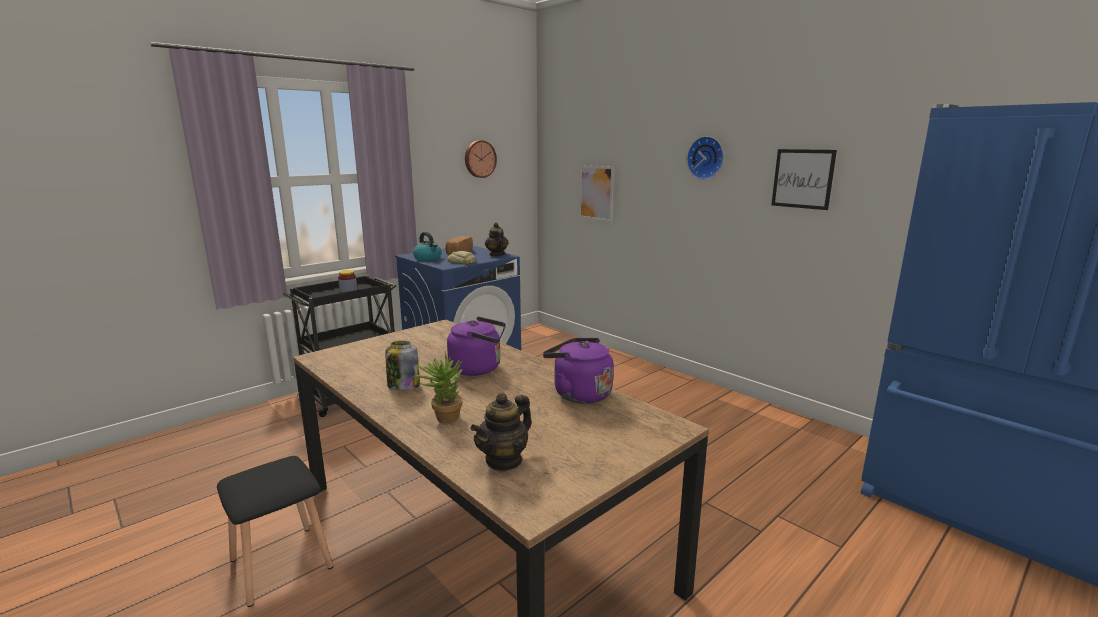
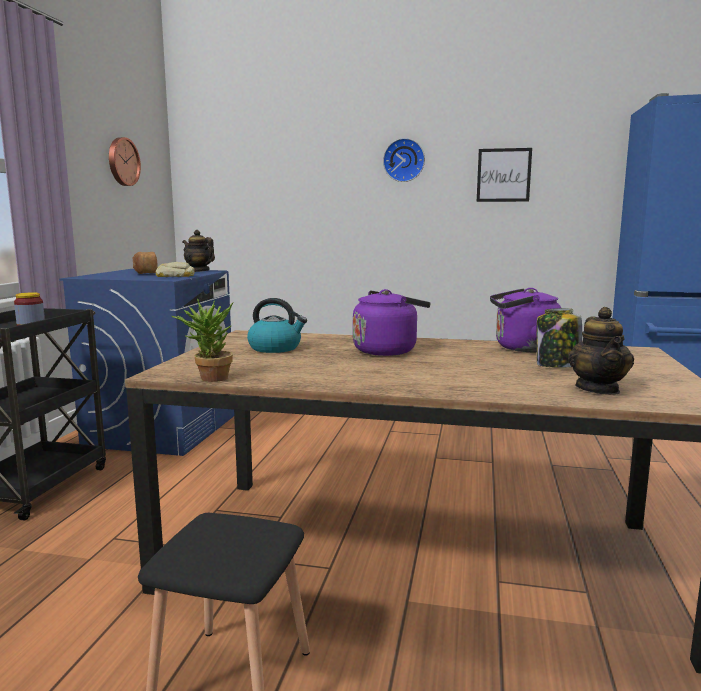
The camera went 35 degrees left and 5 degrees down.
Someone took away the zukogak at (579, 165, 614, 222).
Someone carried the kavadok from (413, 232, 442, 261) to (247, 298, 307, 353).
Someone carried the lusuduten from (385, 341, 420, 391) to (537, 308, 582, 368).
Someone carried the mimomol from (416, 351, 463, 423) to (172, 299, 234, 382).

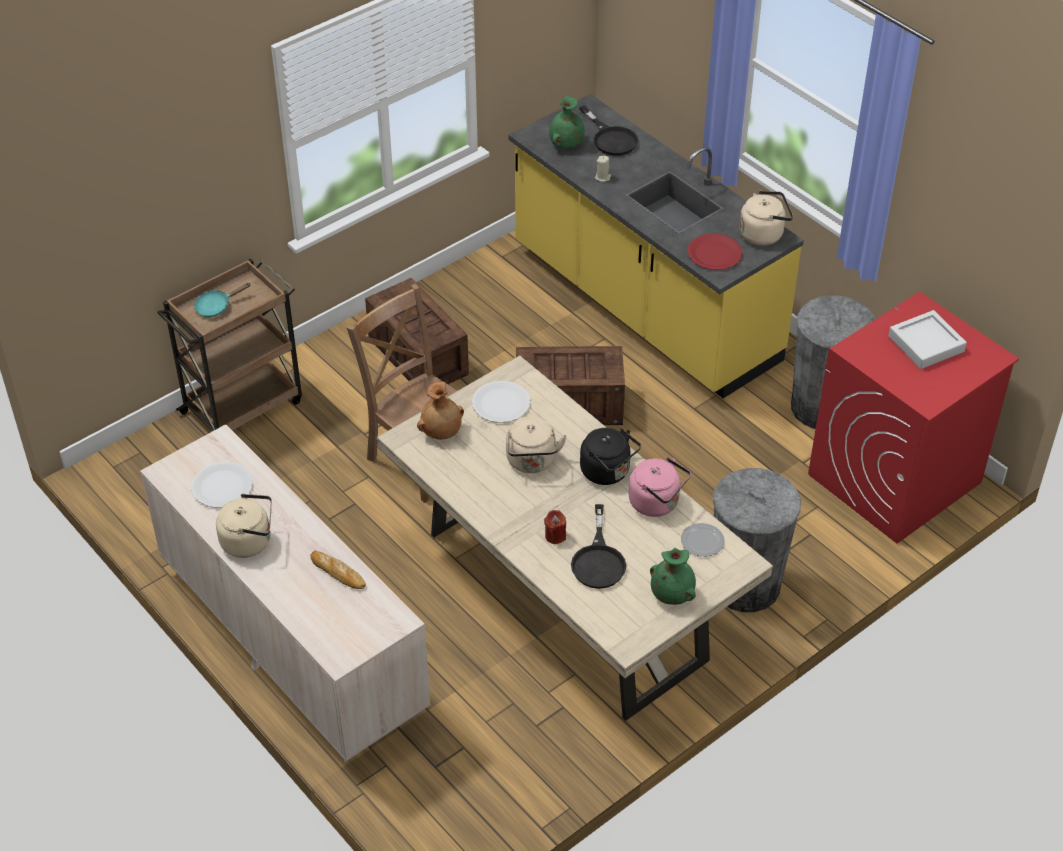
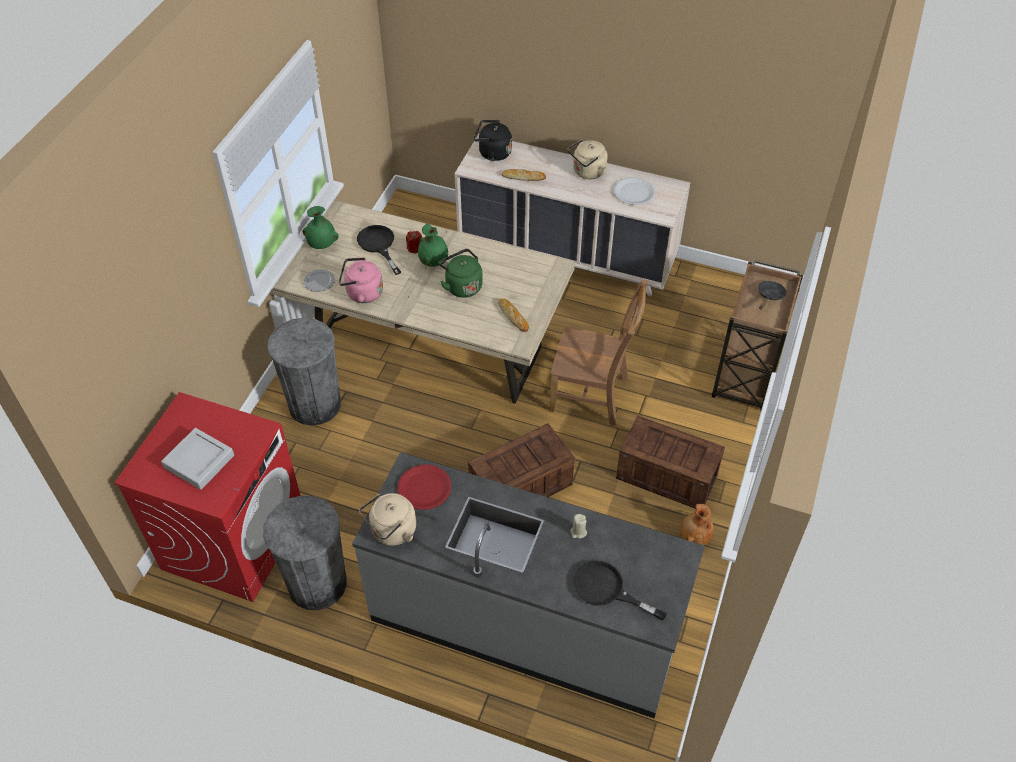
The camera went 150 degrees right and 5 degrees up.
Someone repainted the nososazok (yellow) at (508, 94, 804, 398), which became the nososazok (grey) at (352, 452, 705, 718).
Someone carried the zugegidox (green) from (549, 96, 585, 148) to (418, 224, 448, 267).
Someone repainted the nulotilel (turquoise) at (194, 283, 250, 317), which became the nulotilel (black) at (758, 281, 787, 310).
Someone carried the zugegidox (brown) from (417, 381, 464, 440) to (680, 504, 714, 545).
Someone swapped the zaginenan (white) at (472, 381, 531, 423) for the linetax at (499, 299, 529, 332).
Someone repainted the kavadok (beige) at (506, 416, 567, 473), which became the kavadok (green) at (439, 249, 483, 298).
Someone carried the kavadok (black) from (580, 428, 641, 485) to (474, 120, 512, 161).

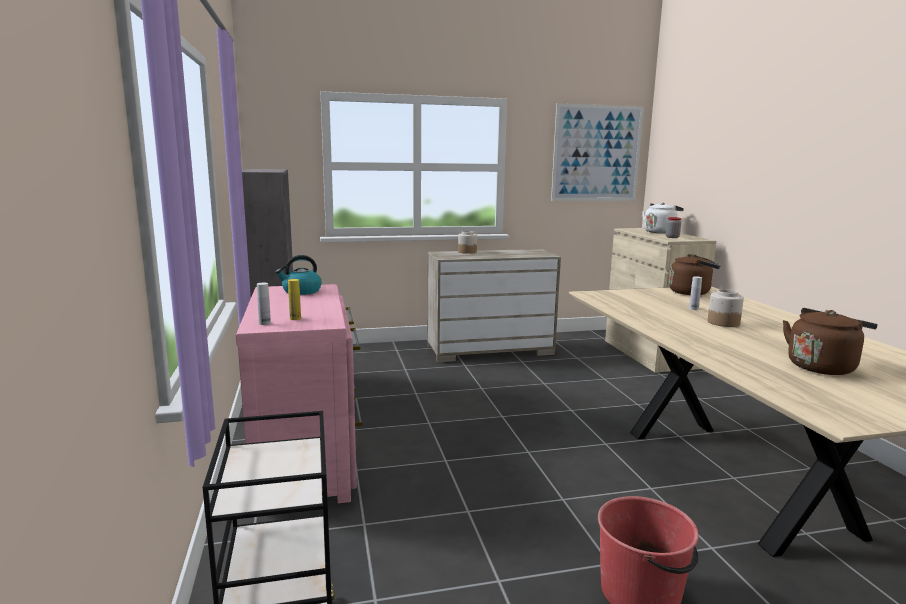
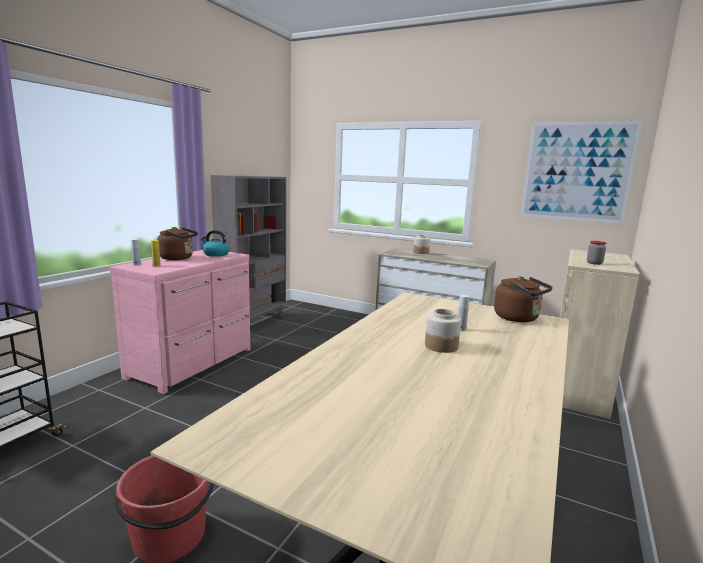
The camera went 40 degrees right and 0 degrees up.
Someone took away the kavadok (white) at (642, 202, 684, 233).
Someone carried the kavadok (brown) from (783, 308, 878, 375) to (157, 227, 198, 260).

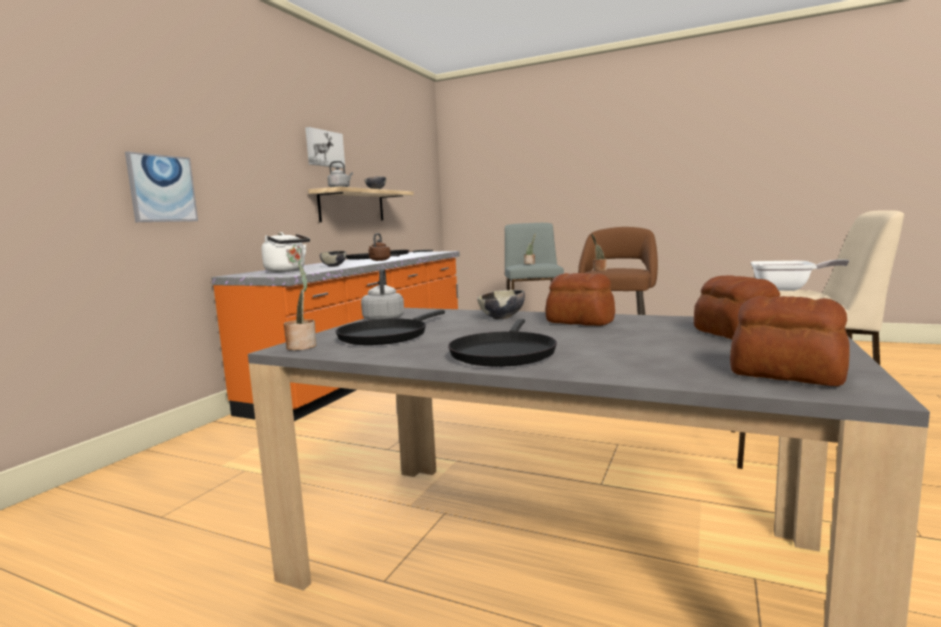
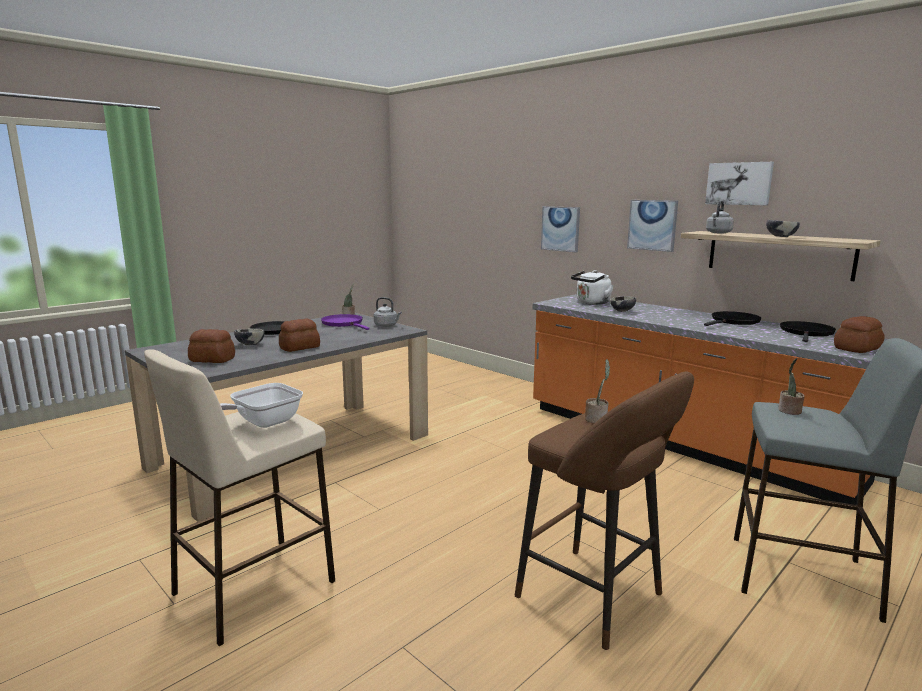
The camera went 110 degrees right and 5 degrees up.
Someone took away the kavadok (brown) at (369, 233, 391, 261).
Someone carried the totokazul from (477, 290, 525, 320) to (234, 329, 265, 346).
Someone carried the linetax from (730, 296, 850, 386) to (834, 316, 885, 353).
Someone repainted the nulotilel (black) at (336, 310, 445, 345), which became the nulotilel (purple) at (321, 314, 370, 330).
Someone put up the zukogak at (627, 200, 678, 252).

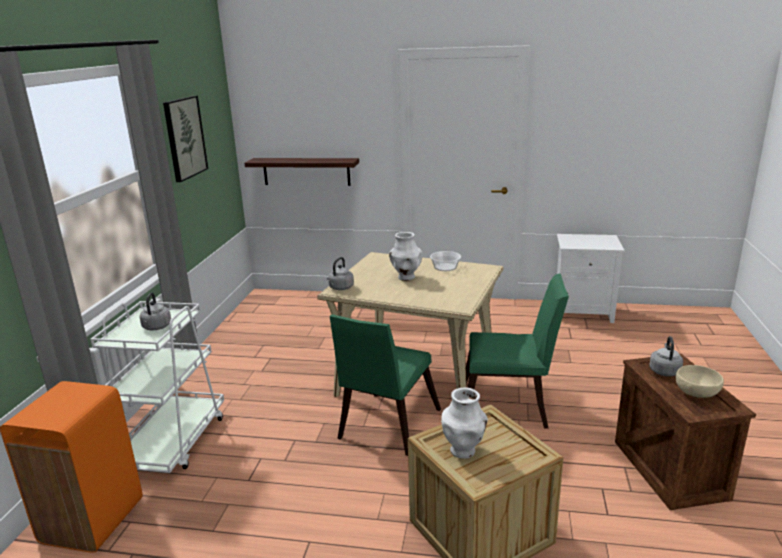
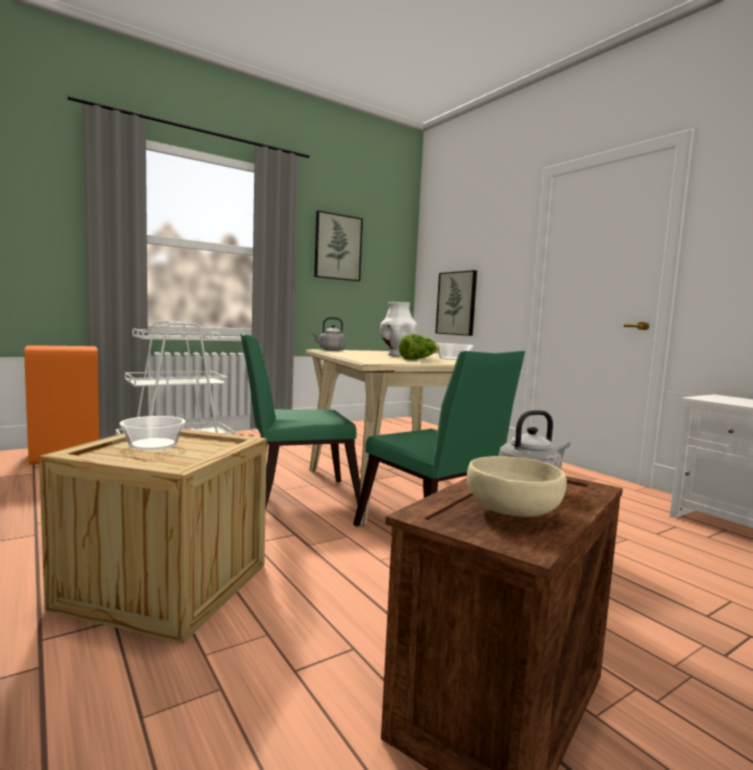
The camera went 45 degrees right and 15 degrees down.
Someone swapped the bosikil at (244, 158, 359, 186) for the zukogak at (435, 270, 477, 336).
Someone took away the kavadok (grey) at (140, 292, 171, 330).
Someone swapped the zugegidox (white) at (441, 387, 488, 459) for the totokazul at (120, 416, 186, 450).
Someone put down the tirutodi at (398, 334, 440, 360).

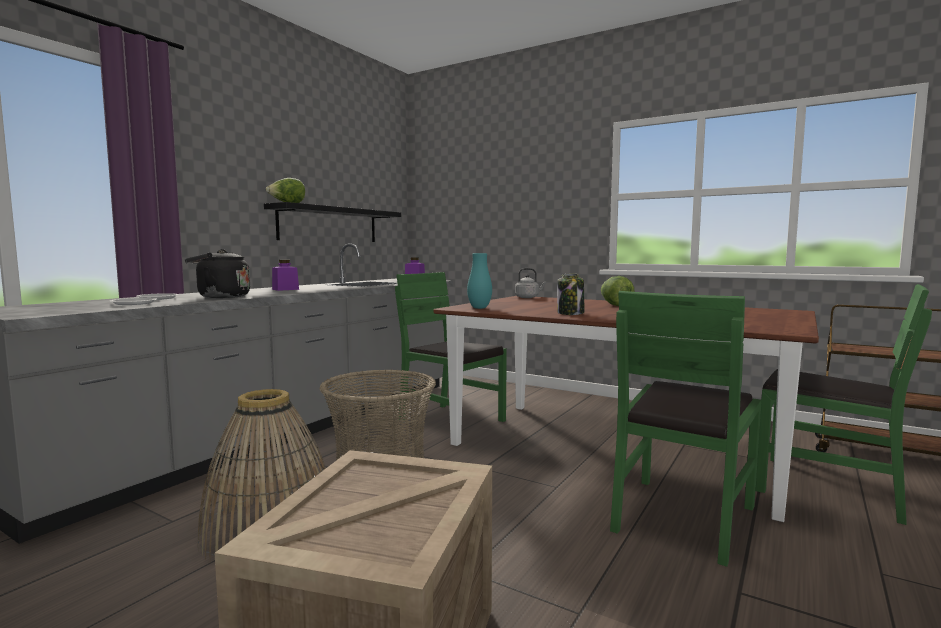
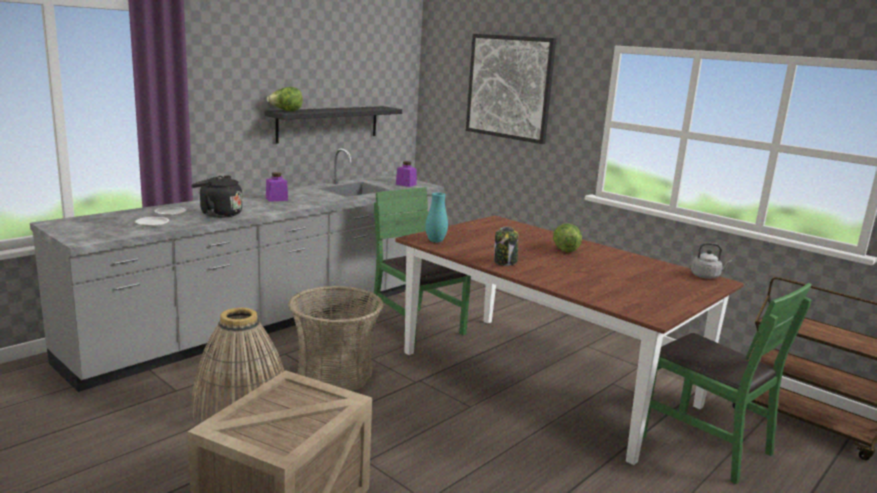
The camera went 10 degrees right and 10 degrees up.
Someone carried the kavadok (grey) from (515, 268, 546, 298) to (691, 243, 732, 279).
Someone took away the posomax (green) at (610, 291, 762, 567).
Someone put up the zukogak at (466, 34, 556, 144).

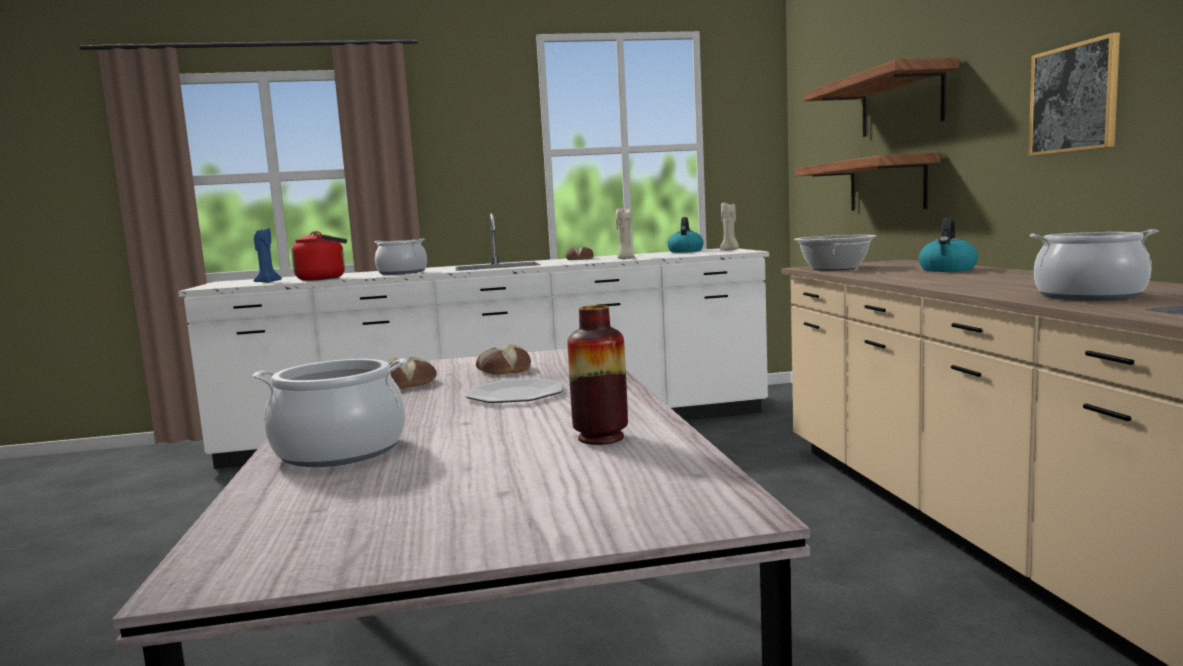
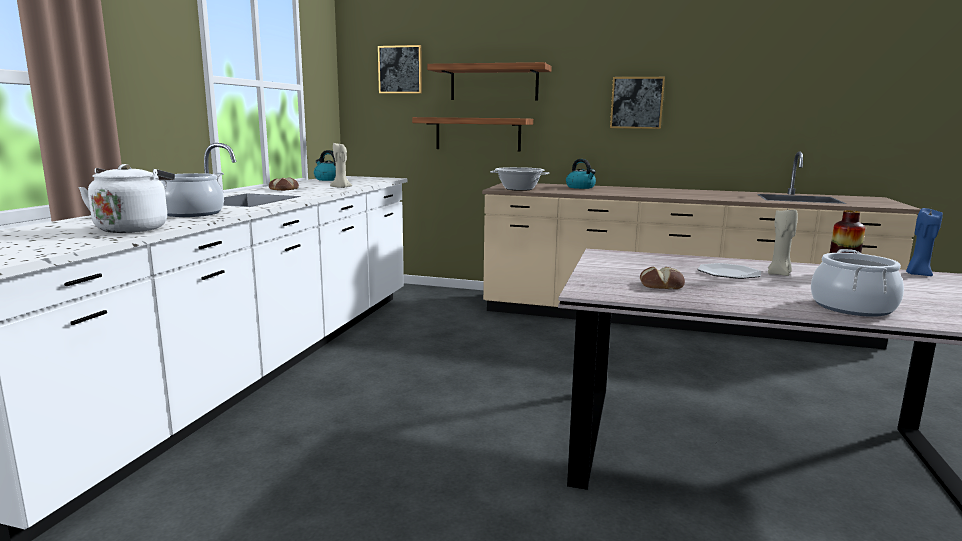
The camera went 65 degrees left and 5 degrees up.
Someone carried the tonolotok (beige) from (720, 202, 739, 250) to (768, 208, 798, 276).
Someone carried the tonolotok (blue) from (253, 228, 282, 283) to (906, 208, 943, 276).
Someone took away the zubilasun at (1030, 229, 1159, 301).
Someone repainted the kavadok (red) at (292, 231, 347, 281), which became the kavadok (white) at (79, 164, 175, 233).
Someone took away the linetax at (476, 344, 531, 375).
Someone put up the zukogak at (378, 45, 422, 94).

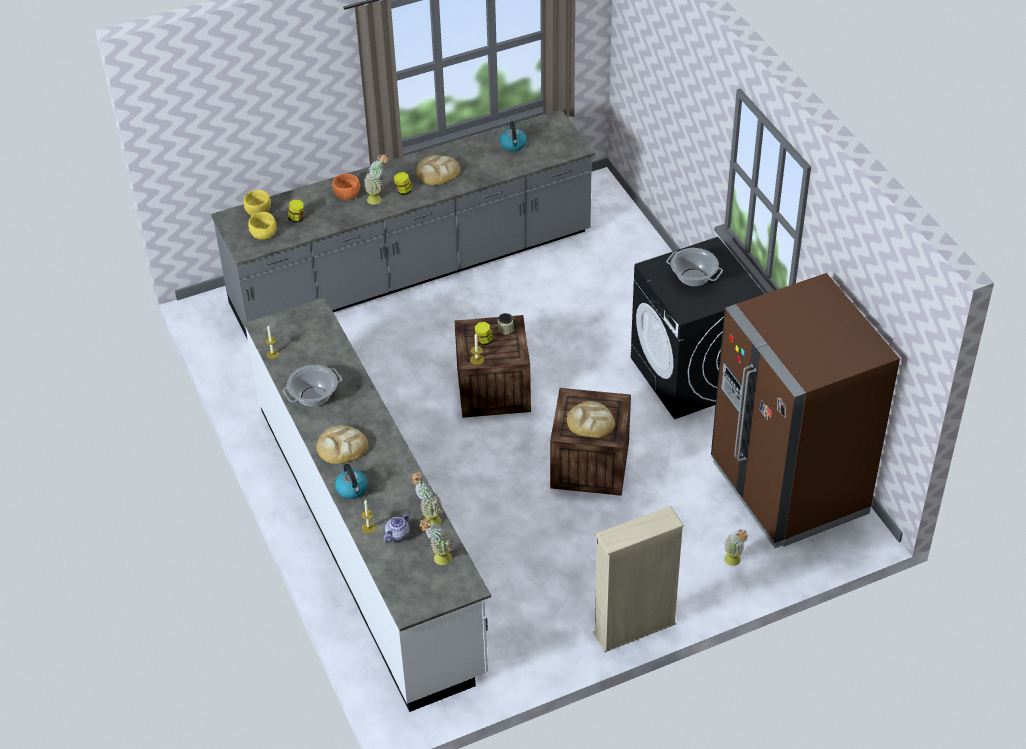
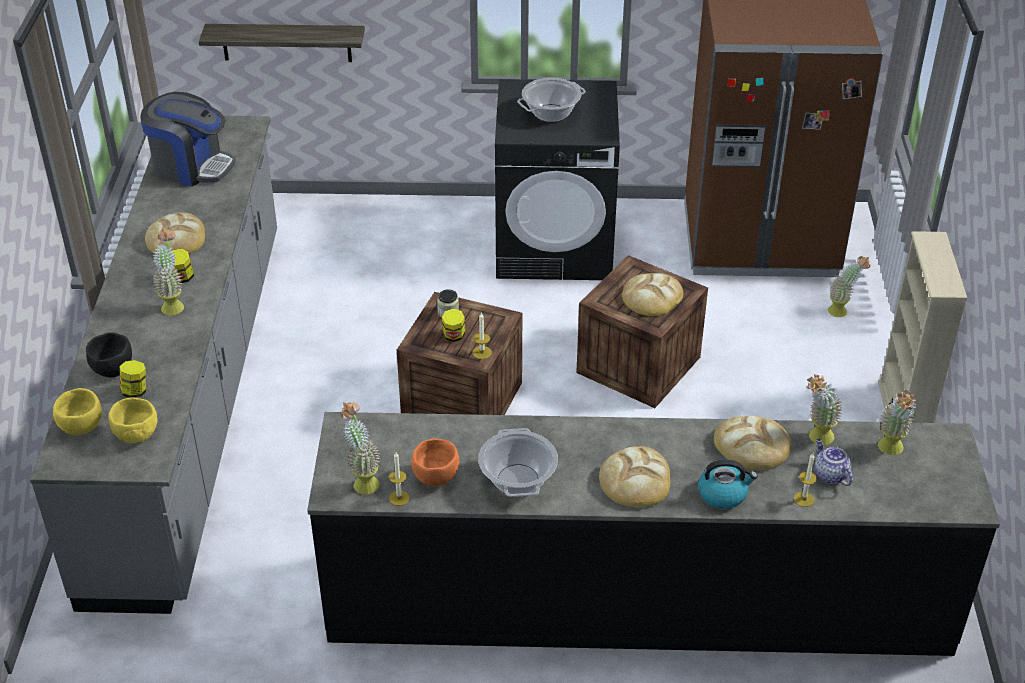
The camera went 65 degrees left and 5 degrees down.
Someone swapped the kavadok at (500, 121, 527, 151) for the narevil at (140, 92, 236, 187).
Someone carried the totokazul (orange) from (332, 174, 360, 200) to (411, 438, 460, 486).
Someone repainted the nososazok (white) at (245, 298, 491, 712), which became the nososazok (black) at (307, 412, 1000, 656).
Someone put up the bosikil at (199, 24, 365, 62).
Someone put down the totokazul (black) at (86, 332, 132, 378).
Someone put down the mimomol at (341, 402, 381, 494).
Someone put down the linetax at (714, 416, 791, 471).

